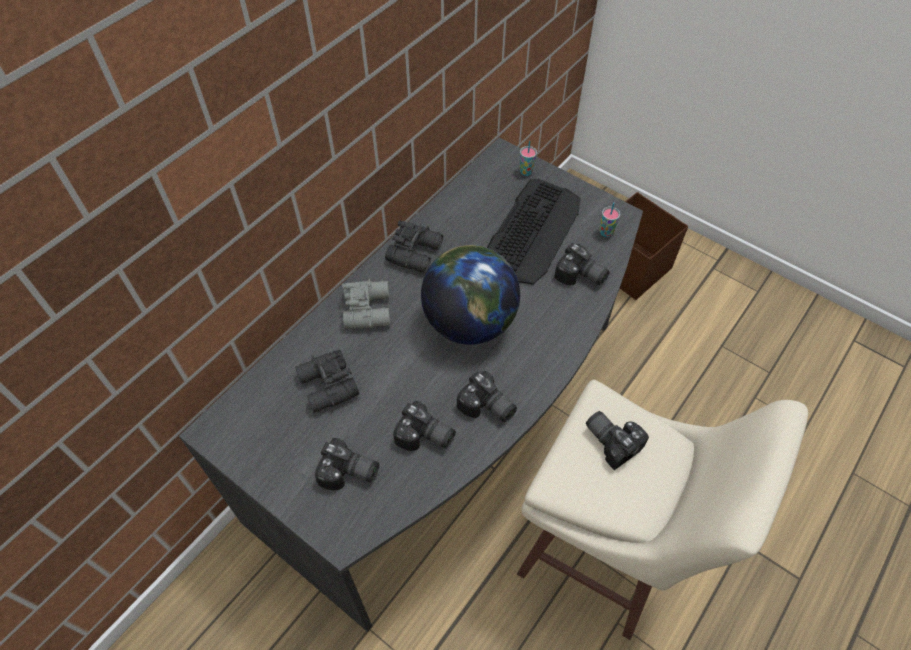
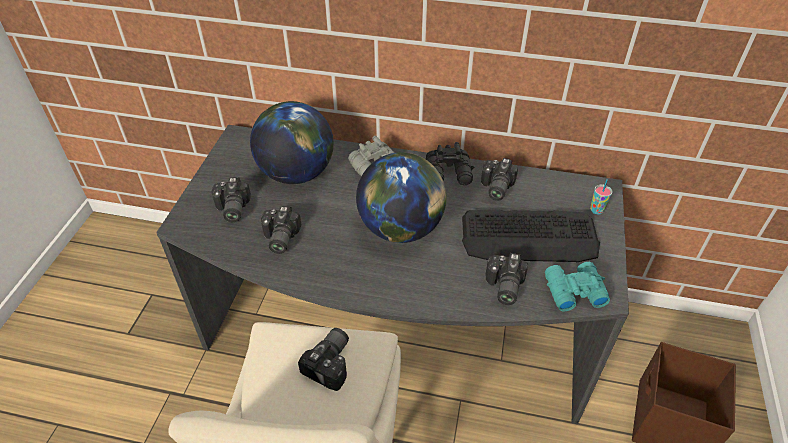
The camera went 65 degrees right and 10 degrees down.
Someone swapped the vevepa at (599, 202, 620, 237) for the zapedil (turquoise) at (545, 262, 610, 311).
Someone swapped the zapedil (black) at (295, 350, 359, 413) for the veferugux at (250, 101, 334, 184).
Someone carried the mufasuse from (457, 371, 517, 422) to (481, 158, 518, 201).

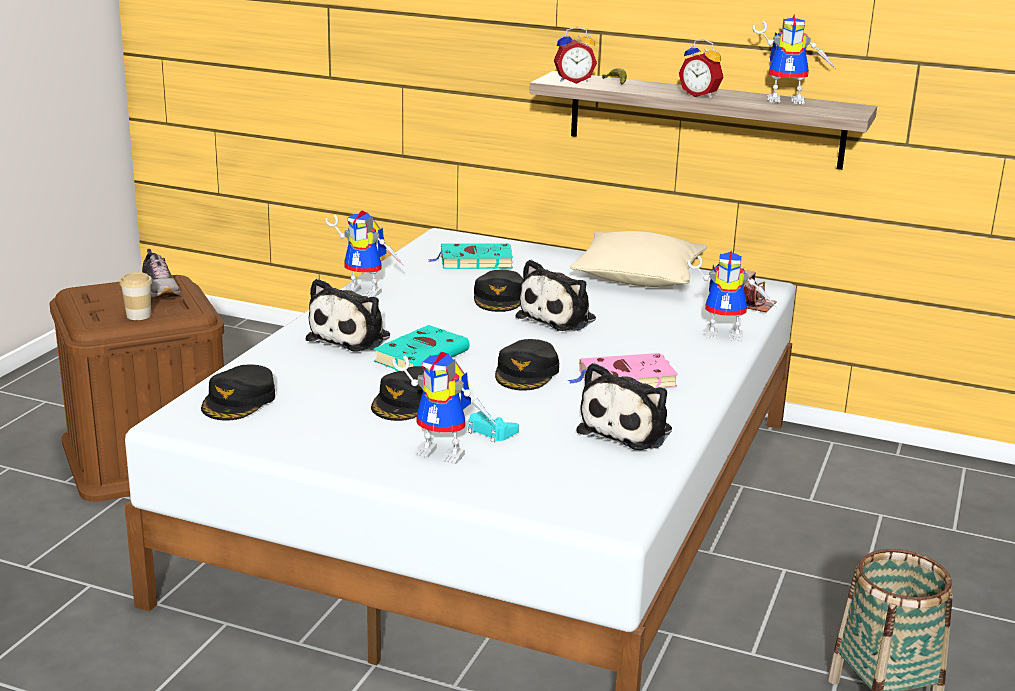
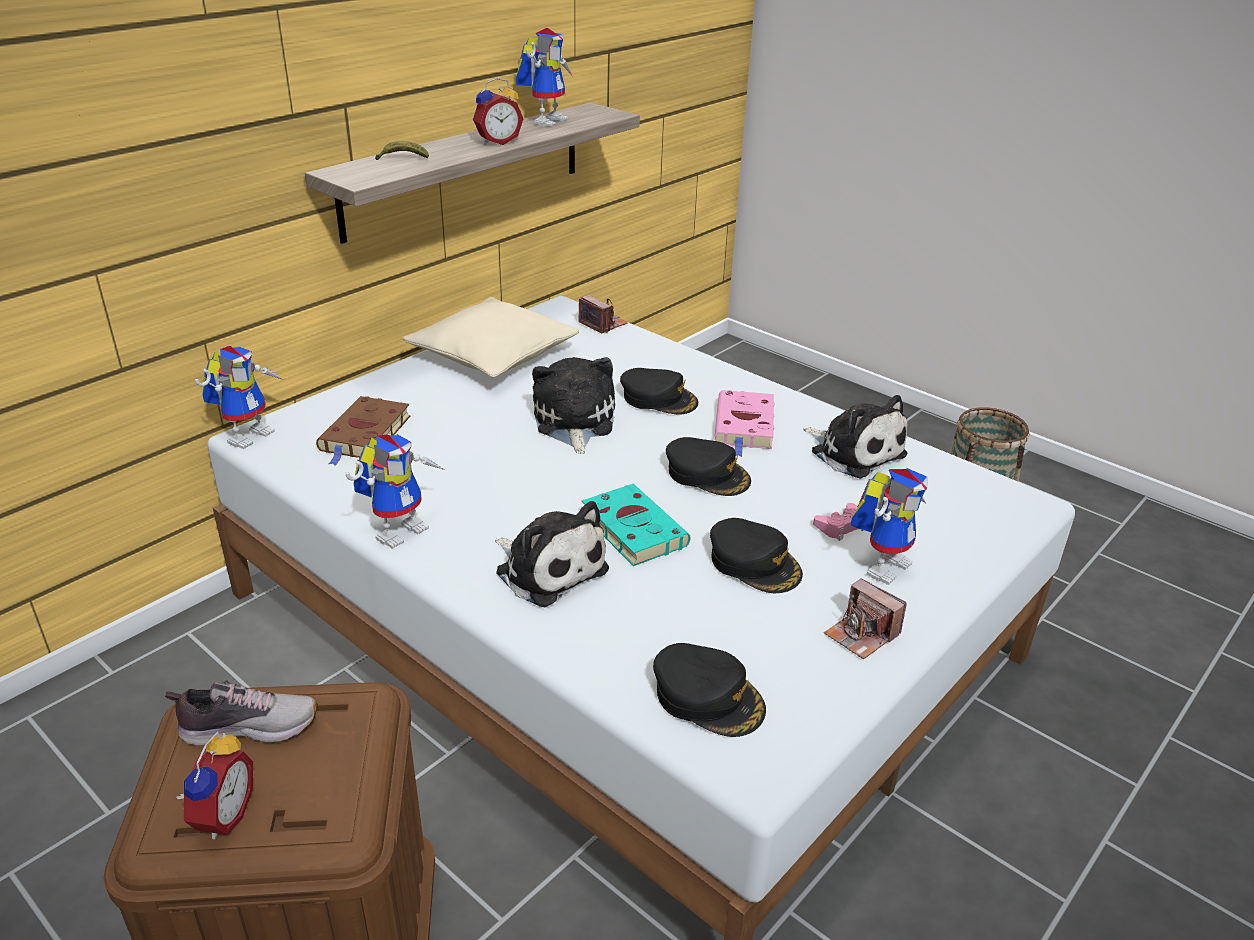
The camera went 70 degrees left and 10 degrees up.
Someone carried the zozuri from (554, 27, 597, 84) to (176, 731, 253, 839).
Someone repainted the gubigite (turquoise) at (427, 243, 513, 269), which became the gubigite (brown) at (316, 396, 411, 465).
Someone carried the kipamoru from (687, 251, 775, 342) to (195, 346, 284, 449).
Someone rotated the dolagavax at (516, 260, 596, 331) by 150 degrees counterclockwise.
Someone carried the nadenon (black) from (474, 270, 523, 312) to (620, 368, 698, 415).
Someone took away the vevepa at (119, 272, 152, 320).
Someone repainted the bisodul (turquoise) at (468, 411, 519, 442), which became the bisodul (pink) at (813, 503, 864, 541).
Someone put down the mufasuse at (824, 579, 907, 659).

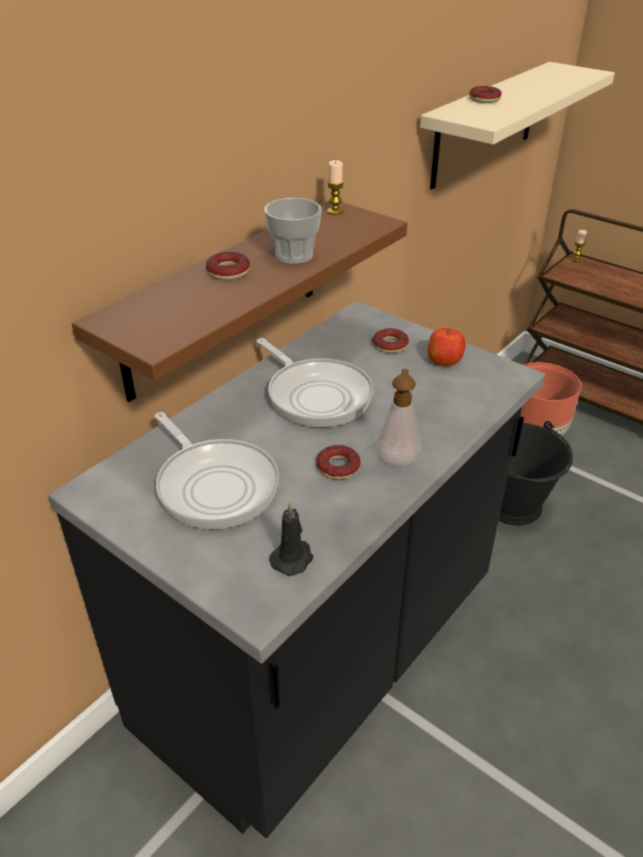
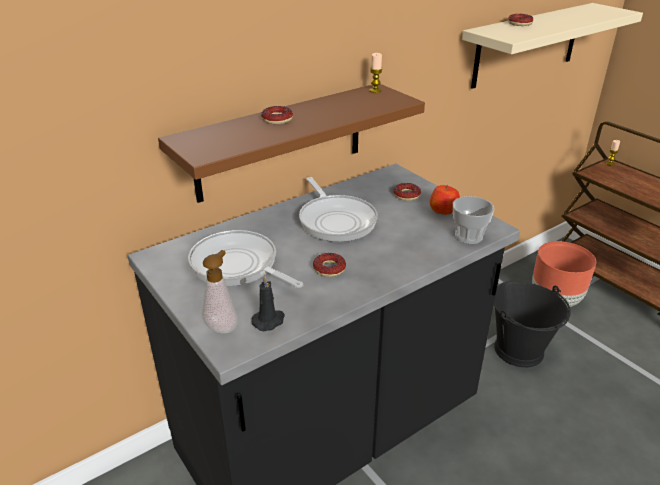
The camera went 15 degrees right and 5 degrees down.
Someone carried the vevepa from (264, 198, 322, 264) to (453, 196, 494, 244).
Someone carried the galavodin from (376, 369, 422, 466) to (202, 250, 239, 333).
Someone rotated the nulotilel at (154, 412, 279, 529) by 150 degrees clockwise.

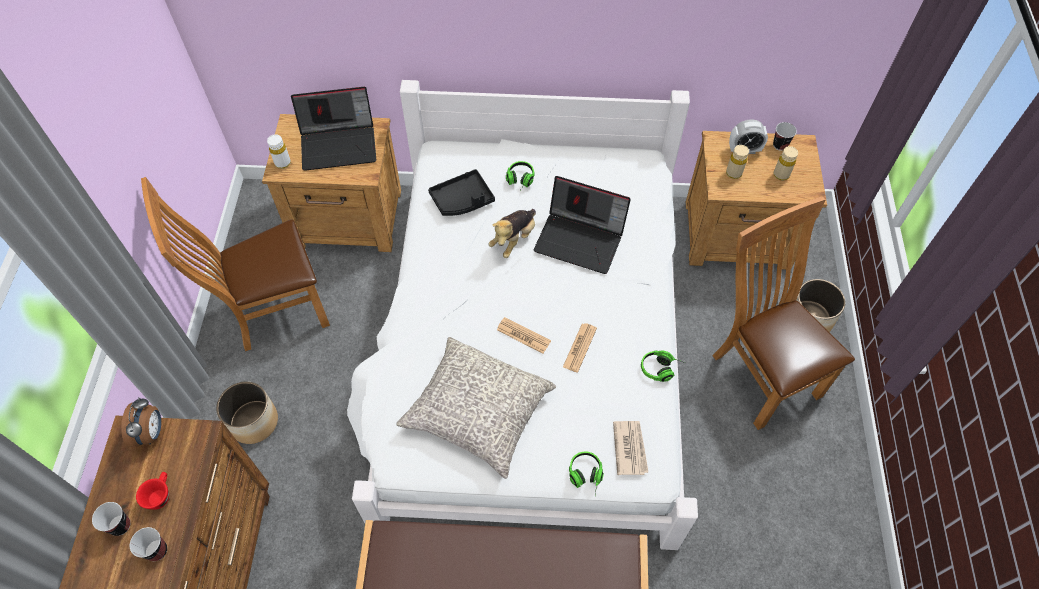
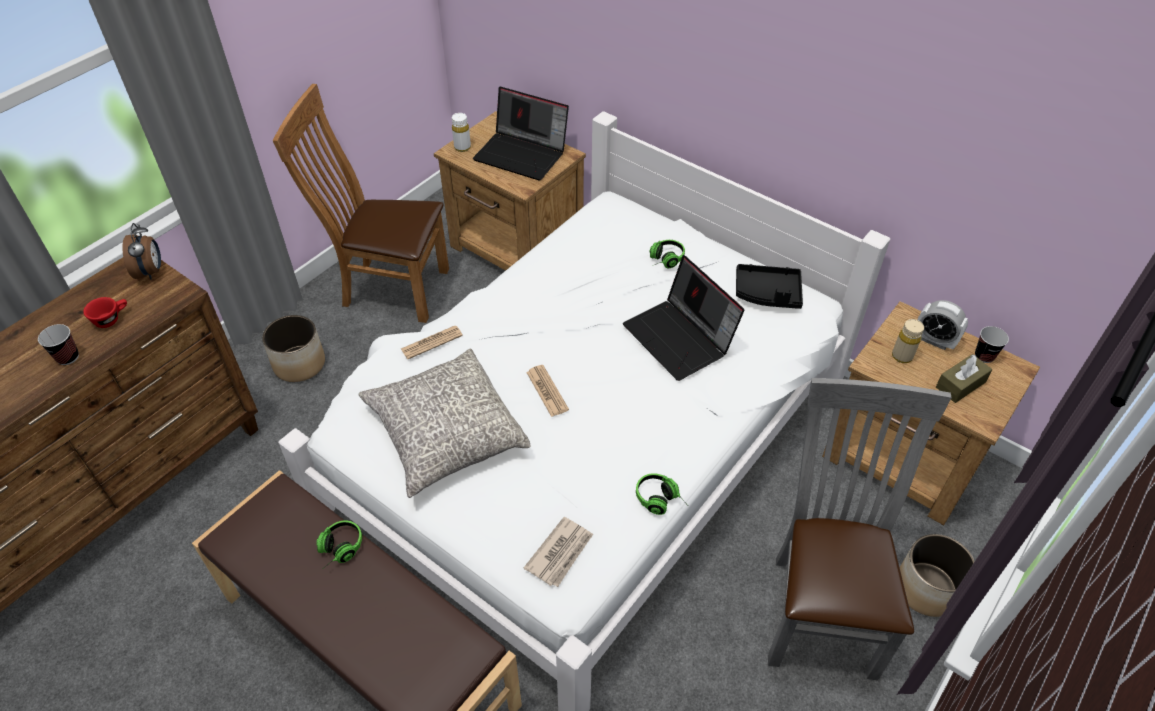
The camera went 35 degrees right and 10 degrees down.
Someone swapped the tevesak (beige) at (774, 146, 798, 180) for the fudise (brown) at (936, 354, 992, 403).
Someone carried the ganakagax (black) from (428, 169, 495, 216) to (736, 264, 803, 309).
Someone repainted the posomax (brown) at (712, 196, 855, 430), which became the posomax (grey) at (768, 378, 952, 680).
Someone took away the dolagavax at (489, 209, 536, 258).
Someone carried the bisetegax from (563, 323, 597, 372) to (401, 326, 463, 359).
Someone rotated the zozuri at (121, 397, 161, 447) by 45 degrees counterclockwise.
Someone carried the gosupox from (569, 451, 604, 495) to (316, 520, 362, 569).
Someone took away the vevepa at (92, 502, 130, 536).

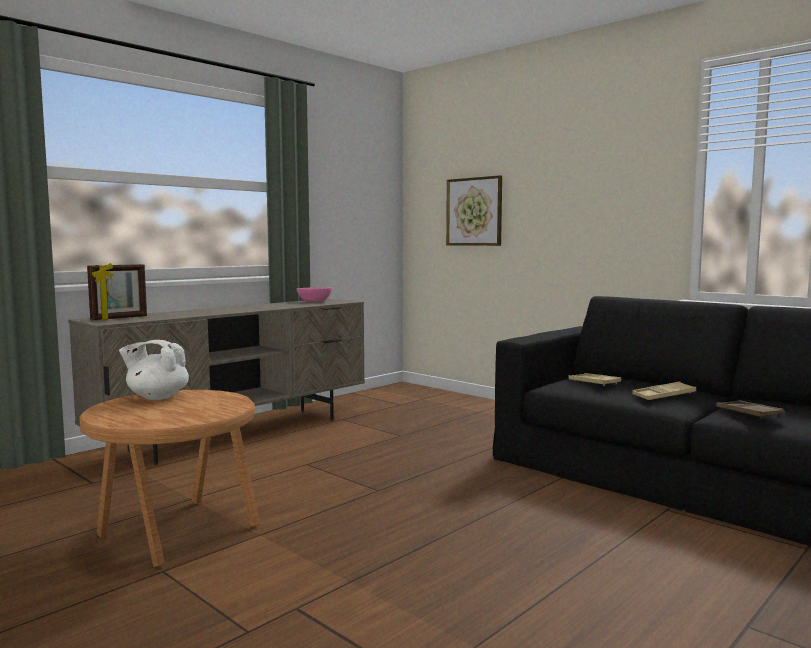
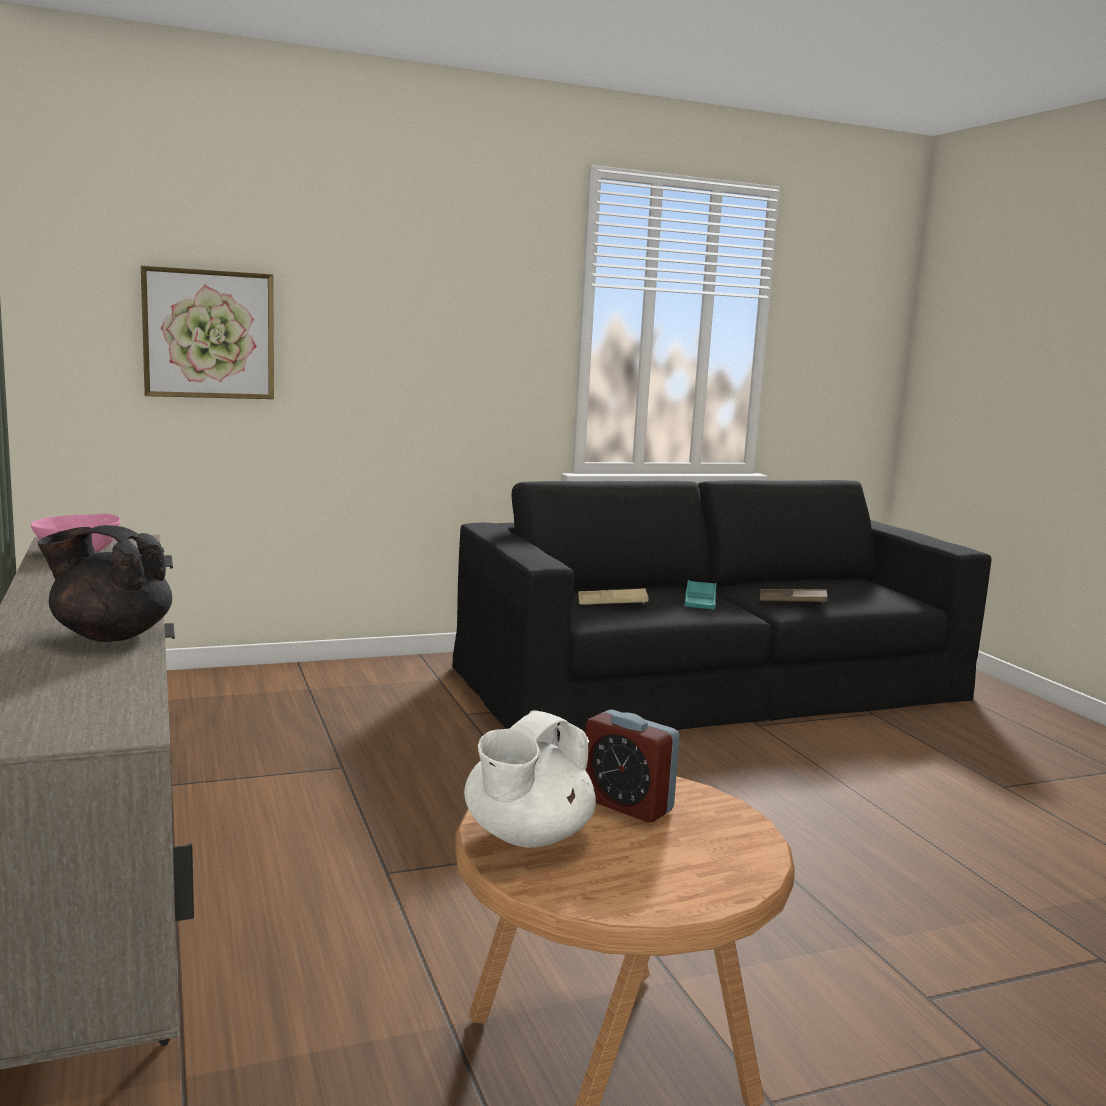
The camera went 65 degrees left and 5 degrees up.
Someone took away the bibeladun at (87, 263, 147, 320).
Someone repainted the ganakagax (beige) at (633, 382, 696, 400), which became the ganakagax (turquoise) at (684, 580, 716, 610).
Someone put down the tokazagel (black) at (38, 525, 172, 642).
Someone put down the zozuri at (585, 709, 680, 822).

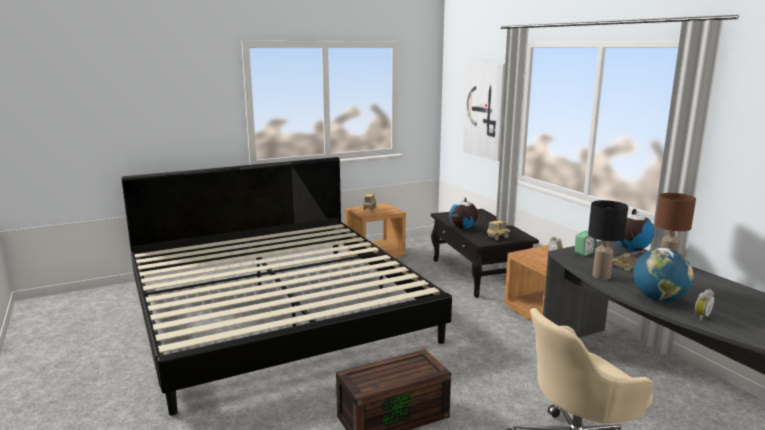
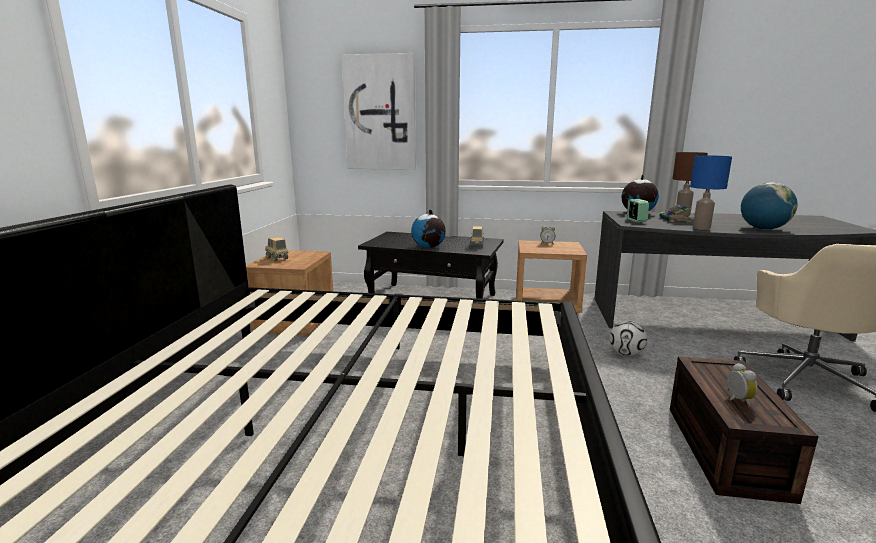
The camera went 55 degrees left and 0 degrees up.
Someone repainted the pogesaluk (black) at (588, 200, 628, 280), which became the pogesaluk (blue) at (690, 155, 732, 230).
Someone carried the zozuri from (695, 289, 715, 321) to (727, 363, 758, 406).
Someone put down the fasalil at (609, 321, 647, 356).

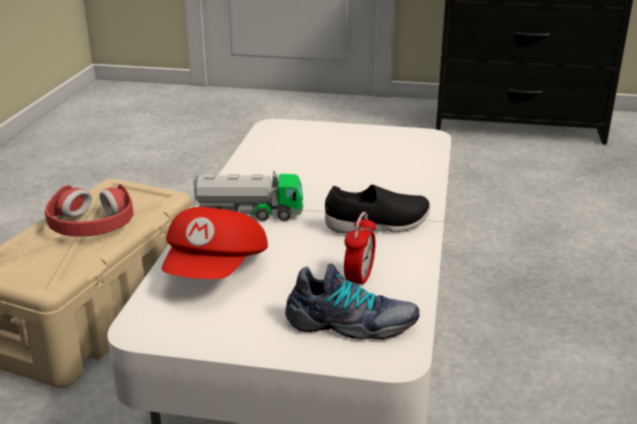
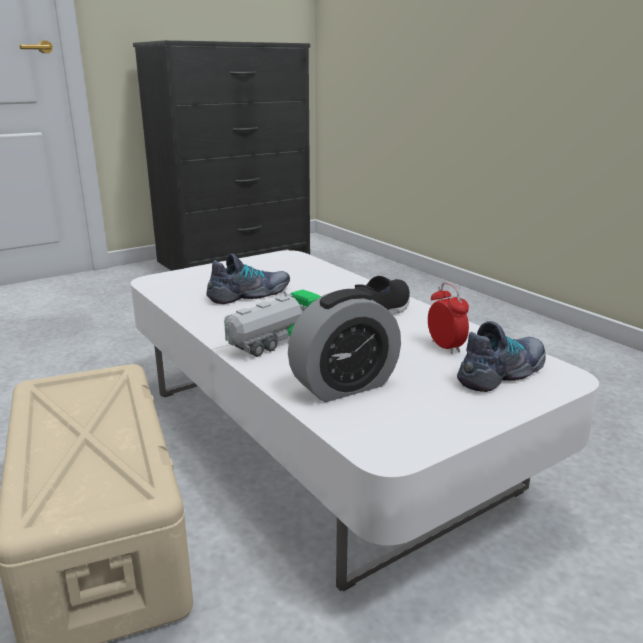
The camera went 45 degrees left and 5 degrees down.
Someone took away the gosupox (red) at (45, 184, 133, 237).
Someone swapped the nadenon (red) at (162, 207, 268, 279) for the zozuri at (288, 289, 401, 402).
Someone put down the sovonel at (206, 254, 290, 304).

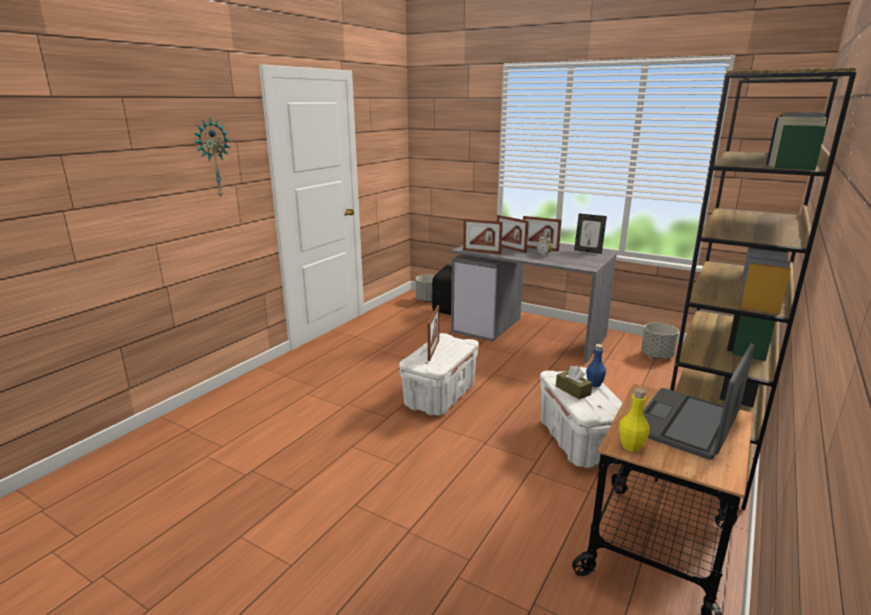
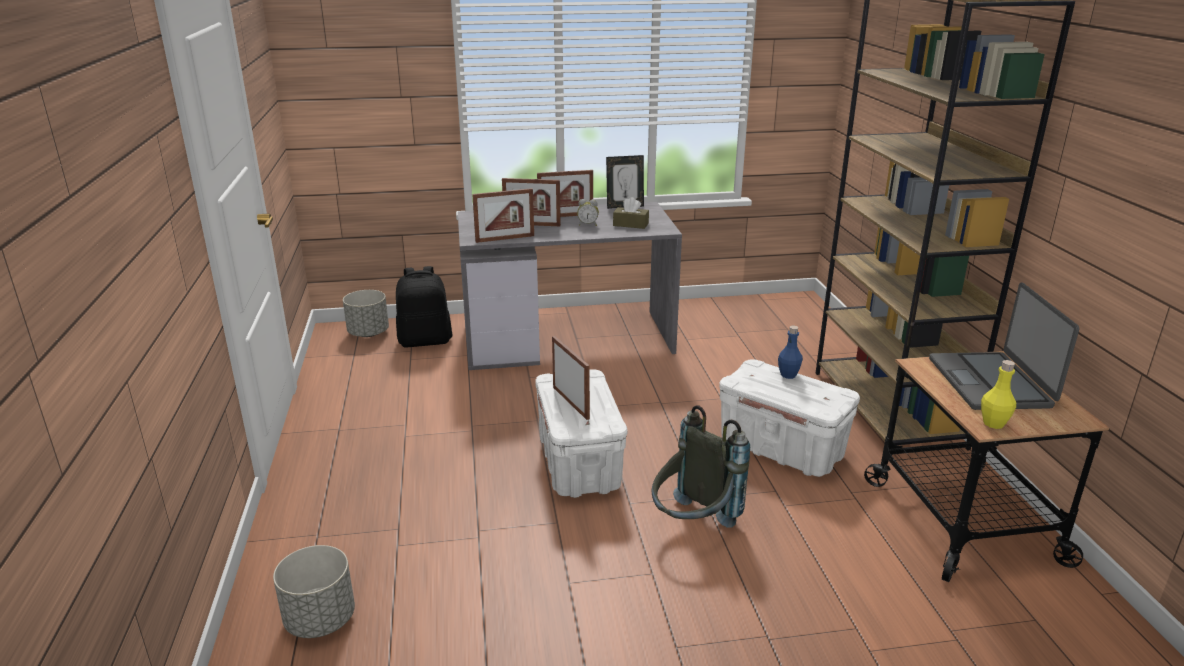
The camera went 40 degrees left and 5 degrees up.
Someone took away the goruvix at (194, 118, 231, 197).
Someone carried the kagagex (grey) from (641, 322, 679, 359) to (273, 545, 355, 638).
Someone carried the fudise (brown) from (556, 366, 592, 400) to (613, 197, 649, 229).
Someone put down the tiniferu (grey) at (652, 405, 750, 527).

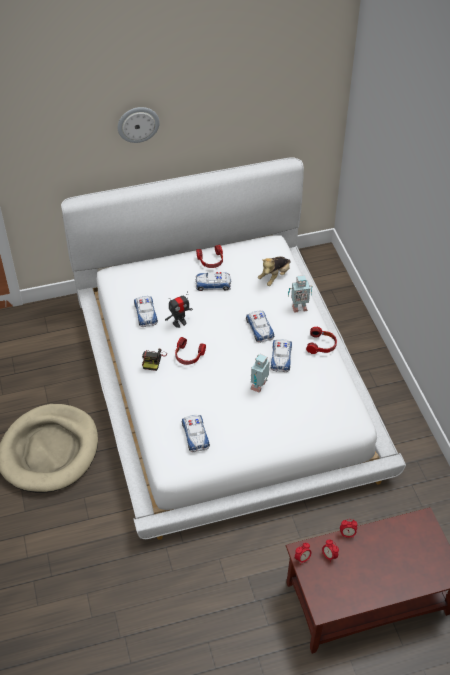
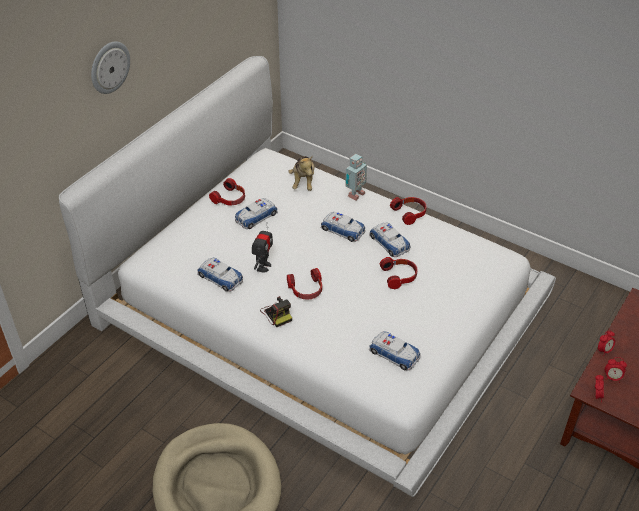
The camera went 40 degrees left and 5 degrees down.
Someone swapped the kipamoru at (251, 354, 270, 393) for the gosupox at (380, 257, 418, 289).

